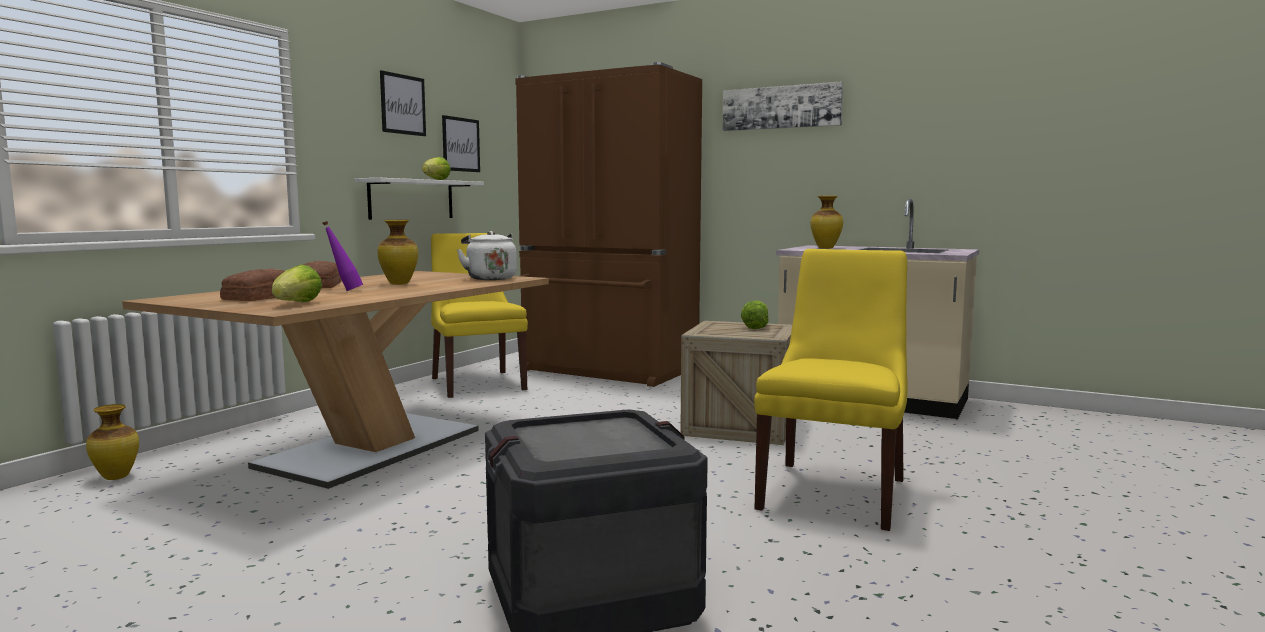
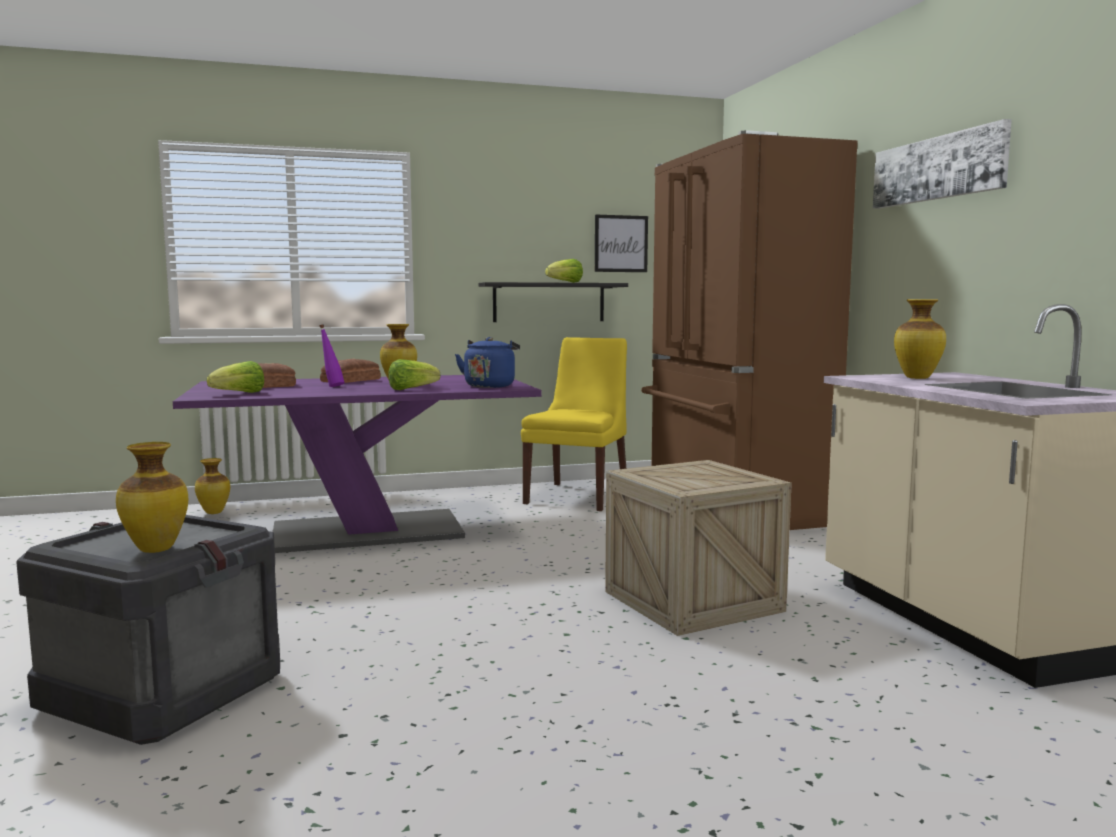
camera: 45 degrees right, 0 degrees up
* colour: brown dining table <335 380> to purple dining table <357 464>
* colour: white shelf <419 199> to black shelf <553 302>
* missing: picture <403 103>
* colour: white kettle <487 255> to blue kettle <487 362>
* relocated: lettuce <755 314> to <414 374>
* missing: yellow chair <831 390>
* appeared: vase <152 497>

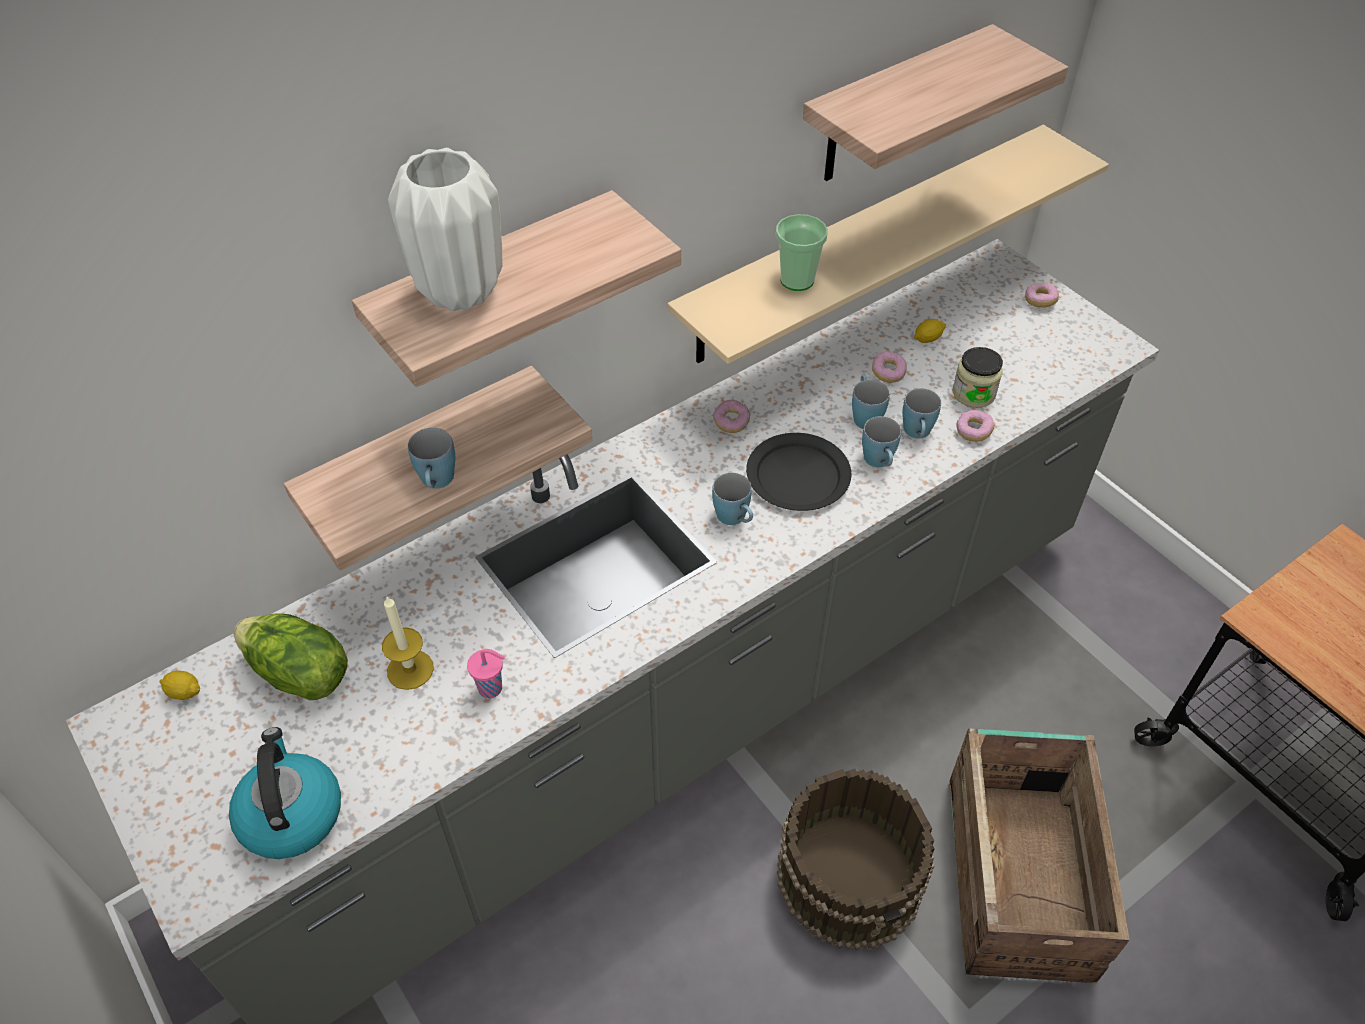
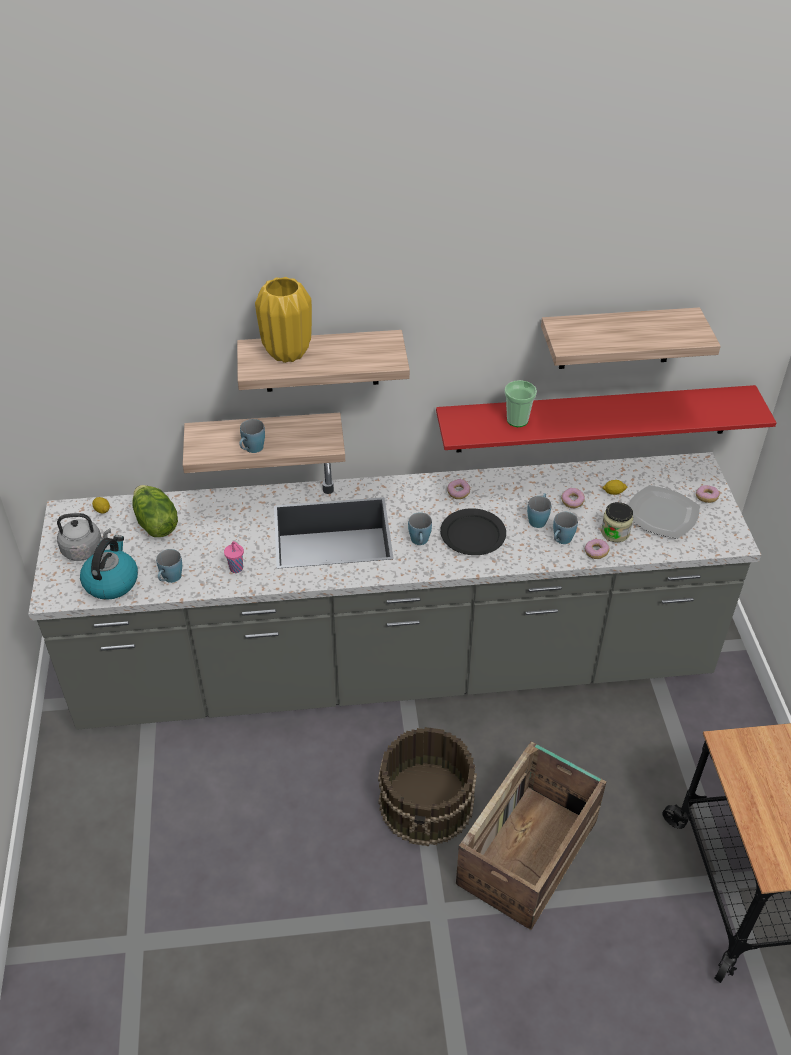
camera: 30 degrees right, 5 degrees down
* missing: candle <408 643>
* colour: white vase <445 229> to yellow vase <283 320>
* colour: beige shelf <888 244> to red shelf <606 419>
* relocated: blue mug <881 441> to <169 566>
* appeared: grey kettle <84 537>
* appeared: plate <664 512>

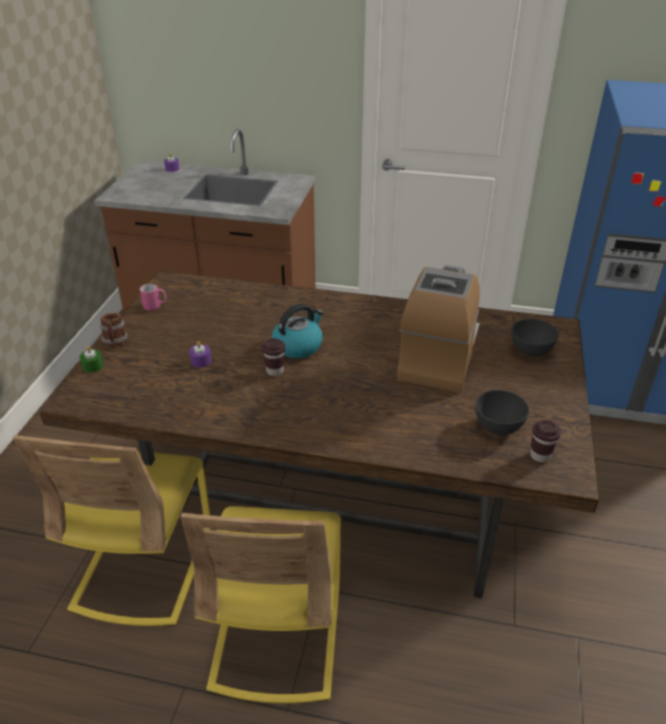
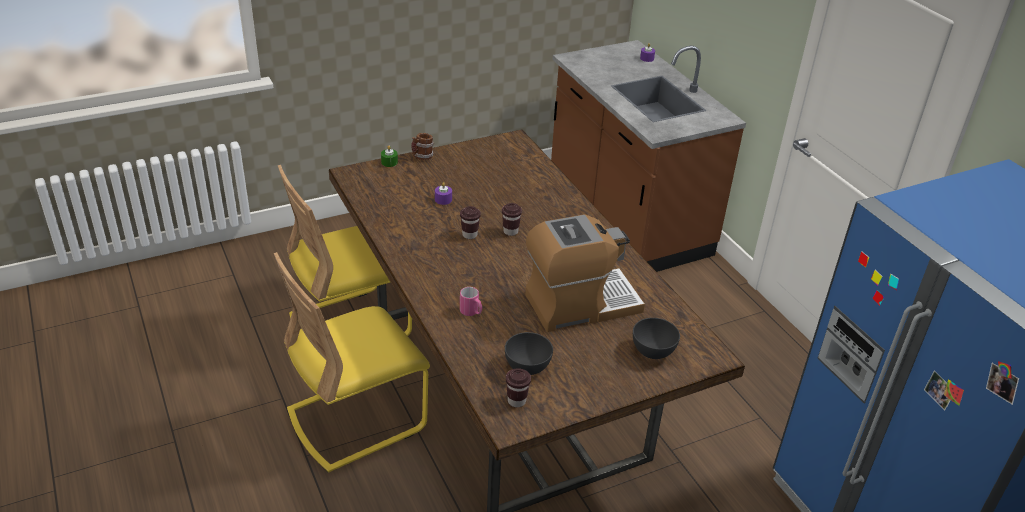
camera: 50 degrees right, 0 degrees up
* relocated: pink mug <153 297> to <471 301>
* exchanged: kettle <298 331> to brown cup <512 219>

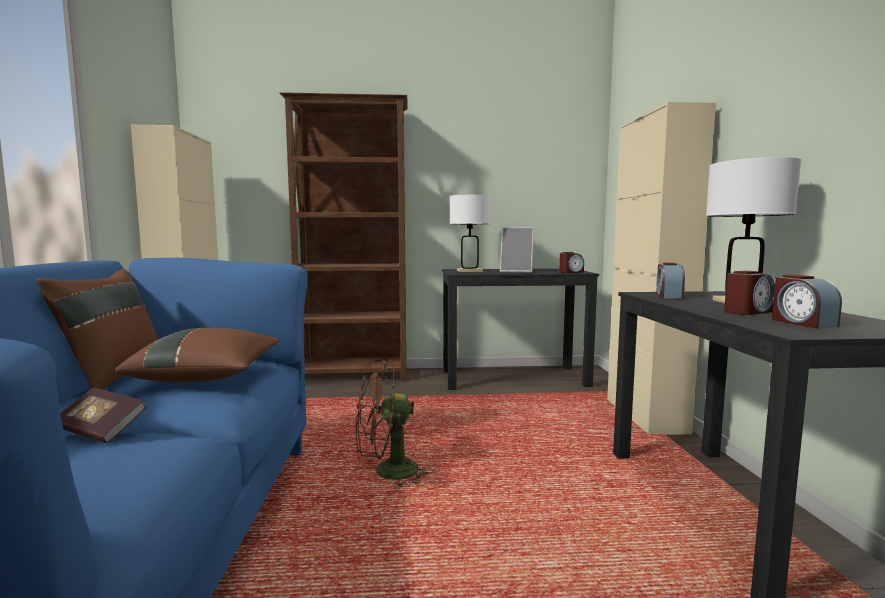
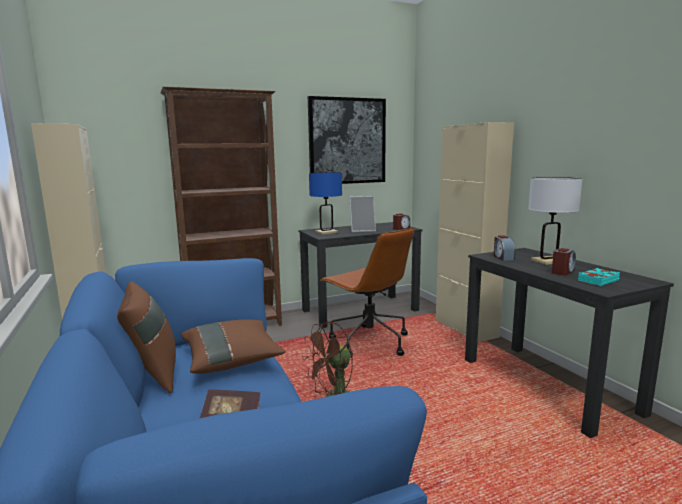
camera: 20 degrees left, 5 degrees up
* colour: white table lamp <470 233> to blue table lamp <325 203>
* exchanged: alarm clock <807 302> to turquoise book <599 277>
* appeared: picture <347 140>
* appeared: brown office chair <367 292>

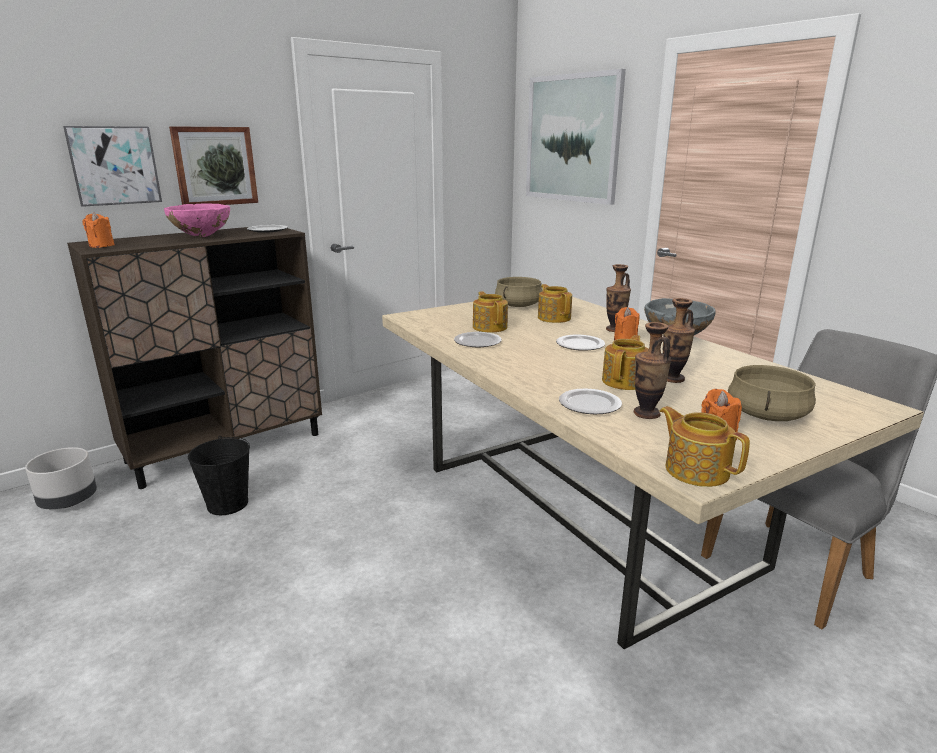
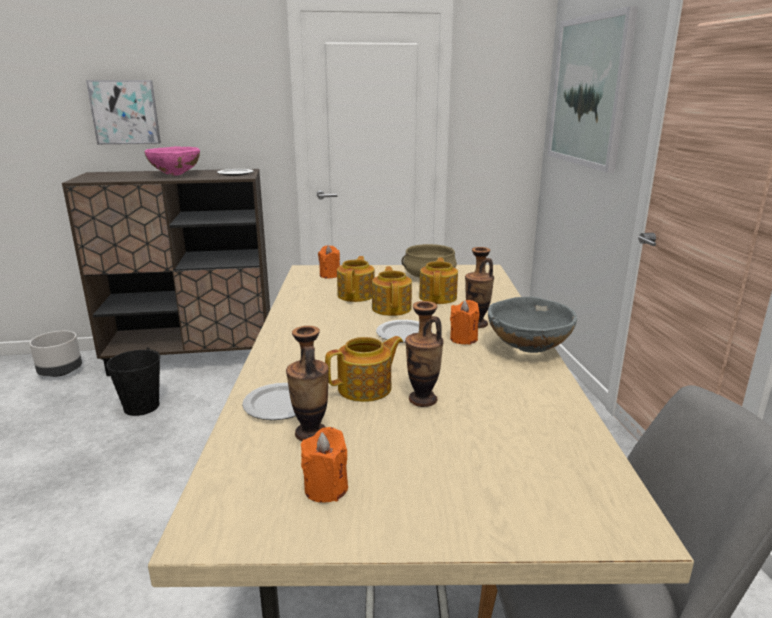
camera: 30 degrees right, 0 degrees up
* relocated: orange candle <98 230> to <329 262>
* missing: picture <213 165>
* missing: plate <478 339>
* relocated: teapot <705 446> to <392 291>
* missing: beige cooking pot <772 393>

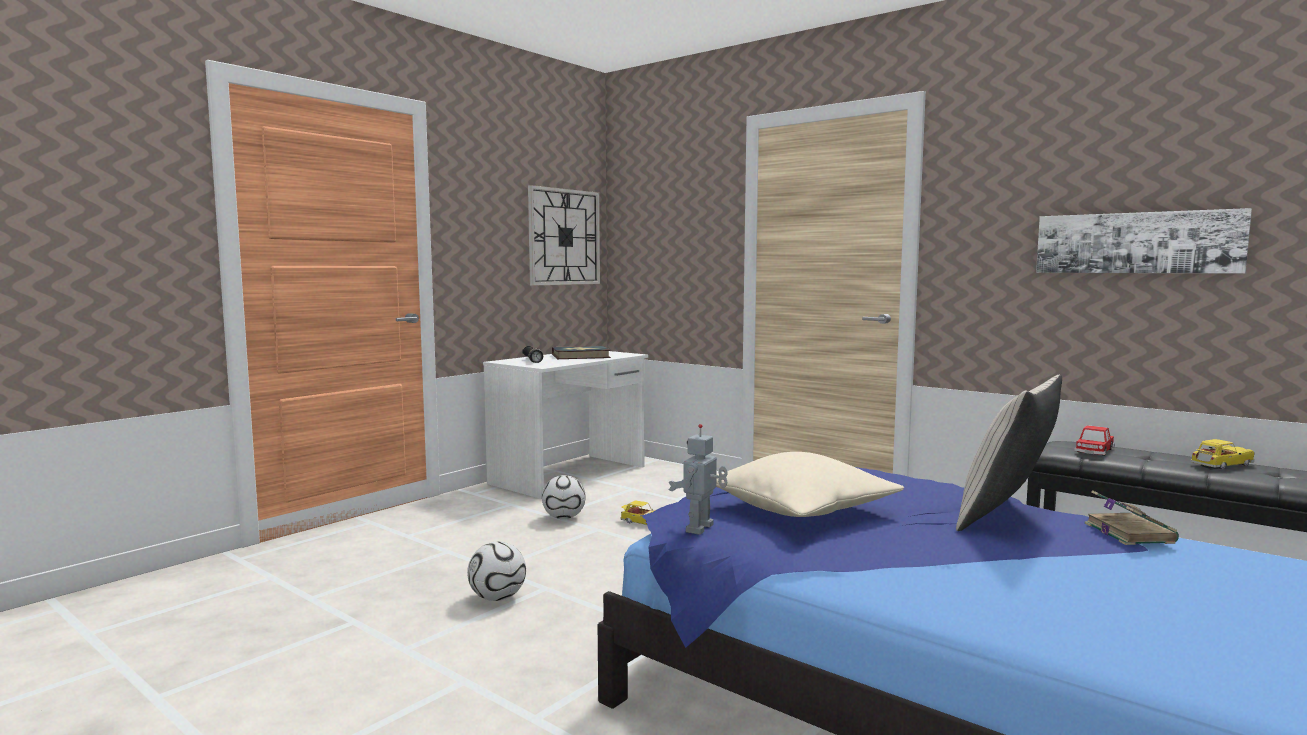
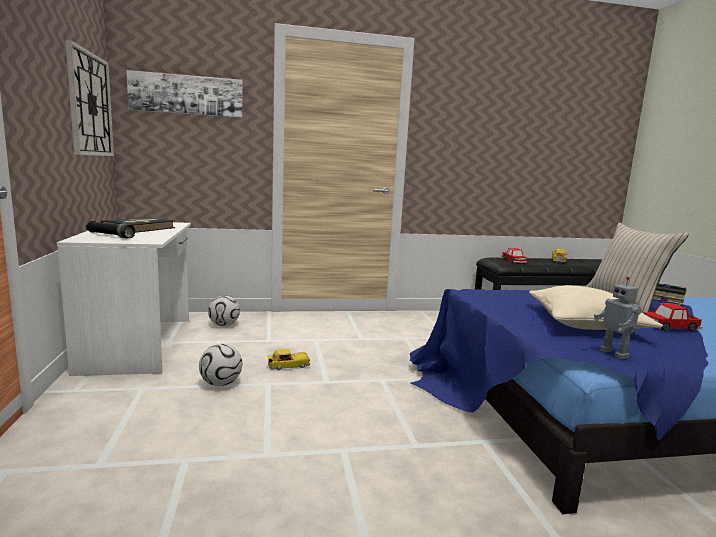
camera: 50 degrees left, 5 degrees up
* relocated: football <496 571> to <224 310>
* relocated: picture <1144 241> to <184 94>
* appeared: toy car <672 317>

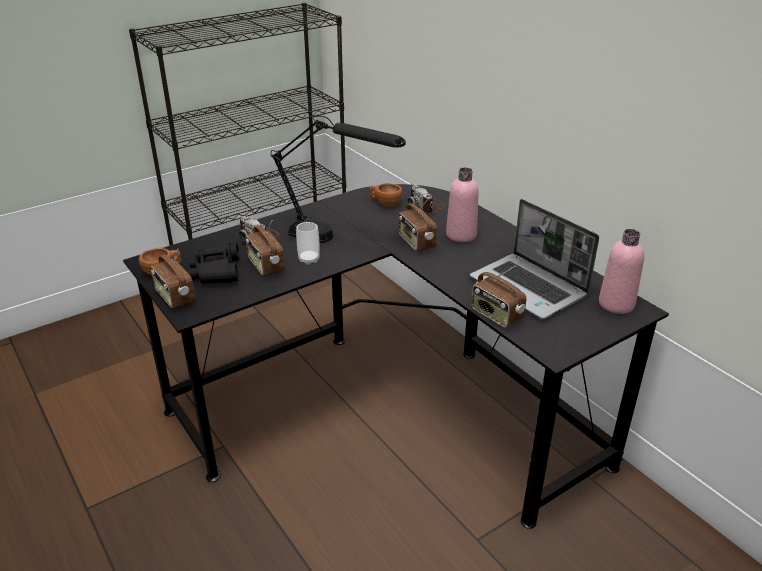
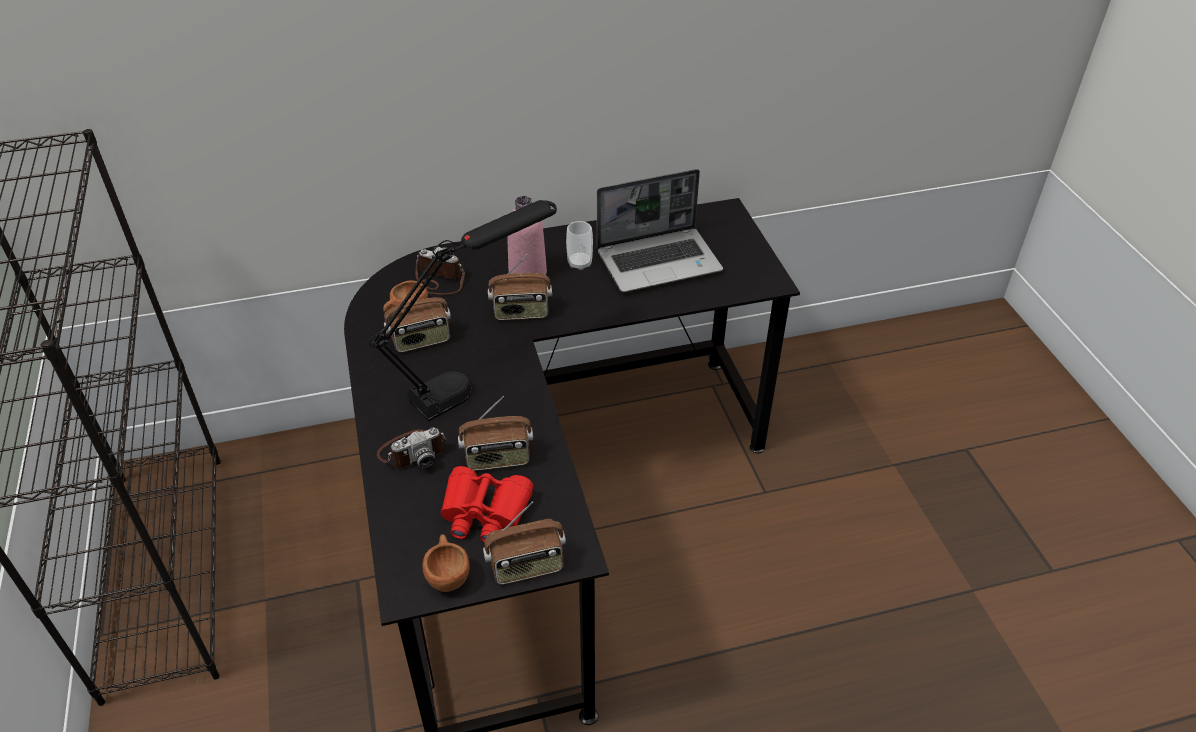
camera: 70 degrees left, 10 degrees up
* colour: black binoculars <213 263> to red binoculars <486 504>
* relocated: cup <308 243> to <579 245>
* spun: photo camera <426 199> = <440 270> 150 degrees counterclockwise
* relocated: radio <498 297> to <417 325>
* missing: pink bottle <621 271>

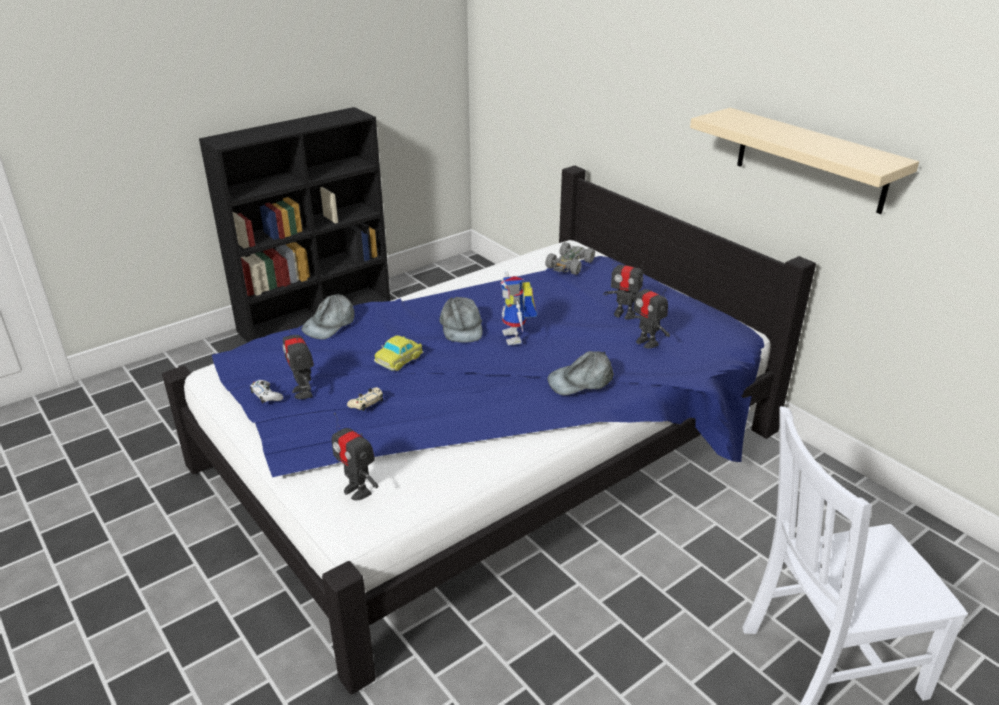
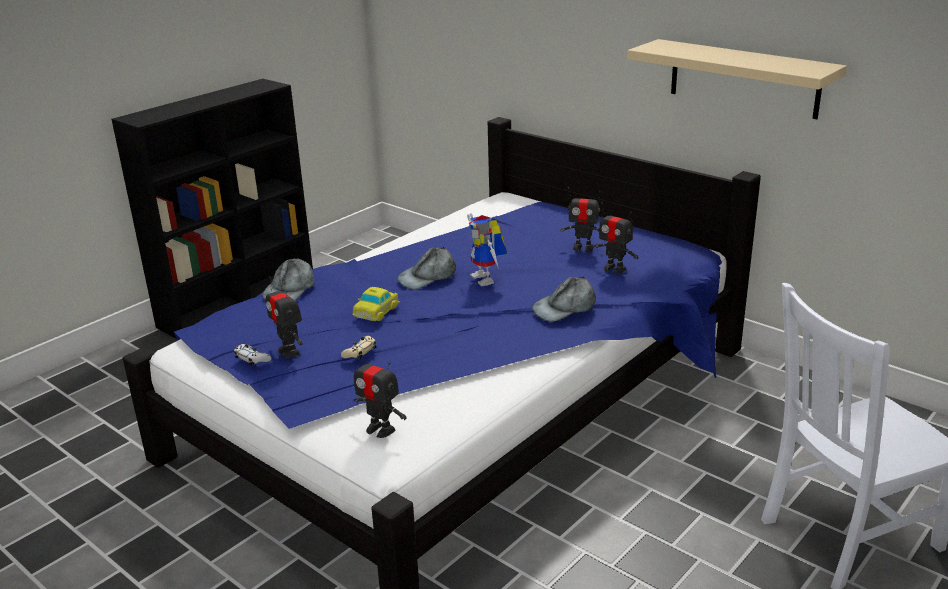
camera: 10 degrees left, 5 degrees down
* spun: grey cap <461 319> = <426 268> 75 degrees clockwise
* missing: grey toy car <570 258>

